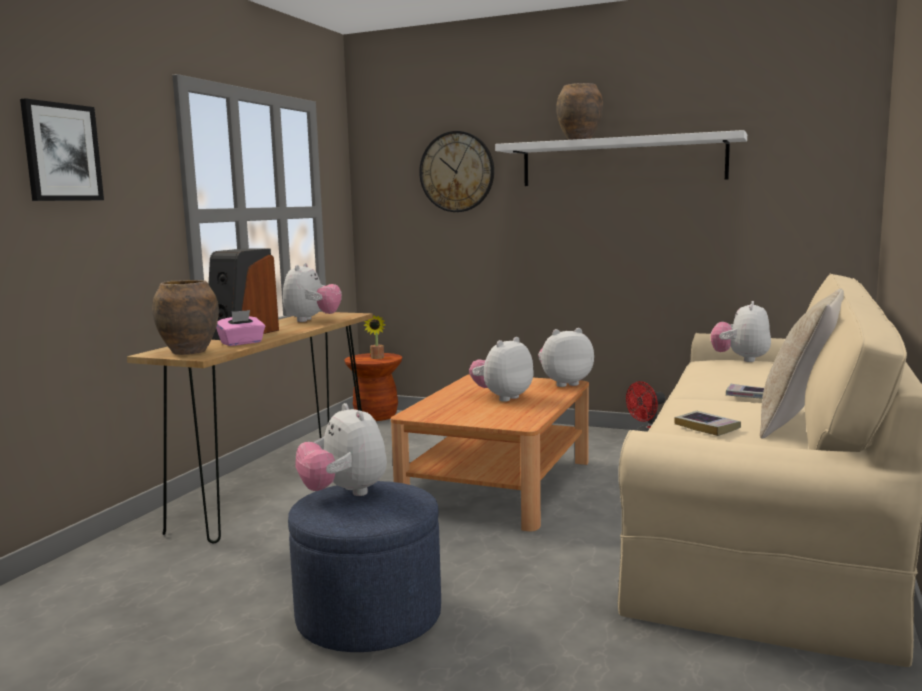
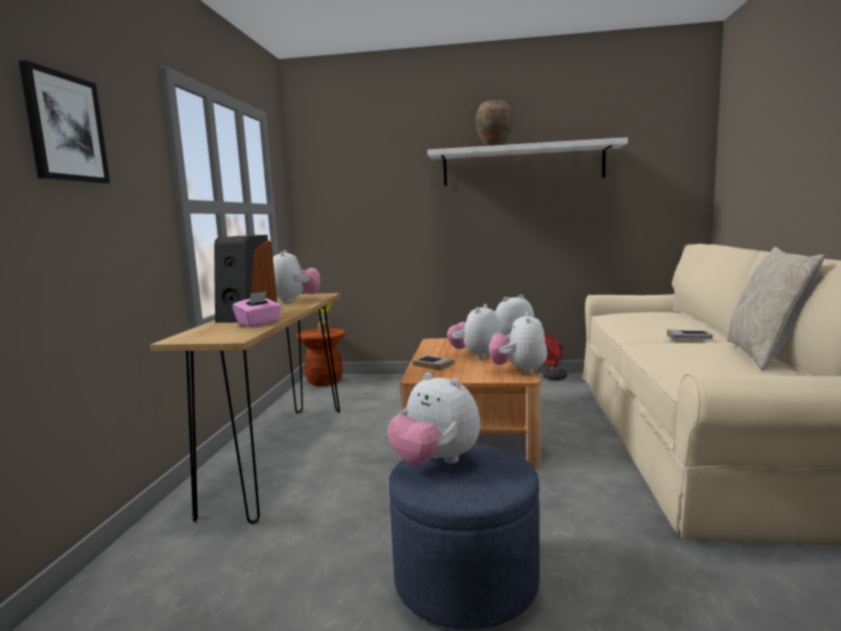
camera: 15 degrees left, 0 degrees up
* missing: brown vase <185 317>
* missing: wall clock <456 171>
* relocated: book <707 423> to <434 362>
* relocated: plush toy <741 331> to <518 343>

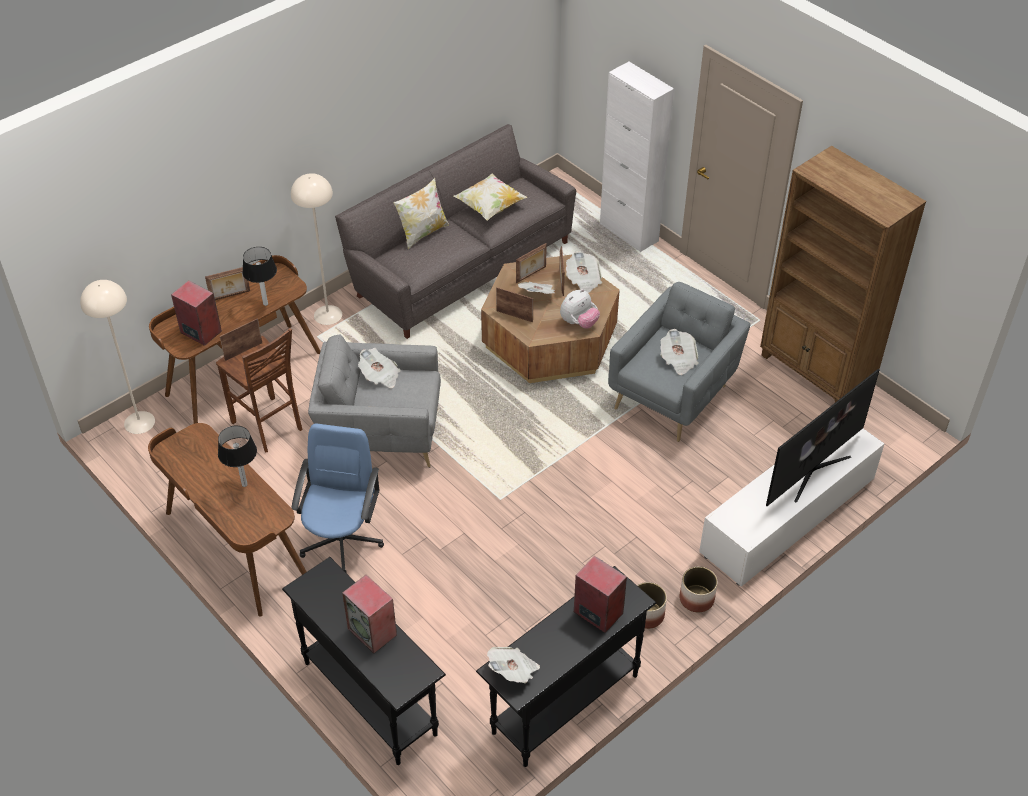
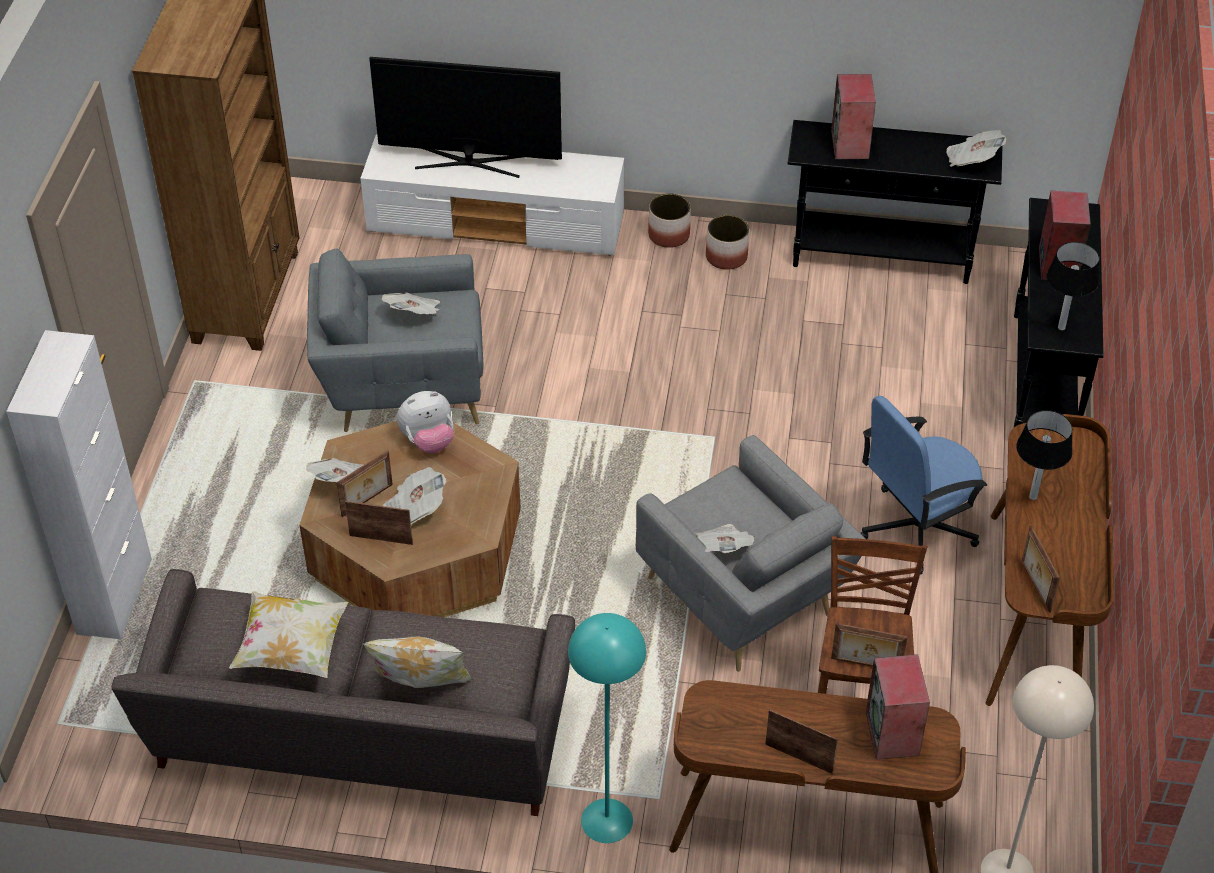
camera: 130 degrees left, 0 degrees up
* relocated: table lamp <259 276> to <1072 286>
* colour: beige floor lamp <316 249> to turquoise floor lamp <607 728>
* relocated: picture frame <514 304> to <1041 569>
* spun: plush toy <580 309> = <425 422> 150 degrees clockwise

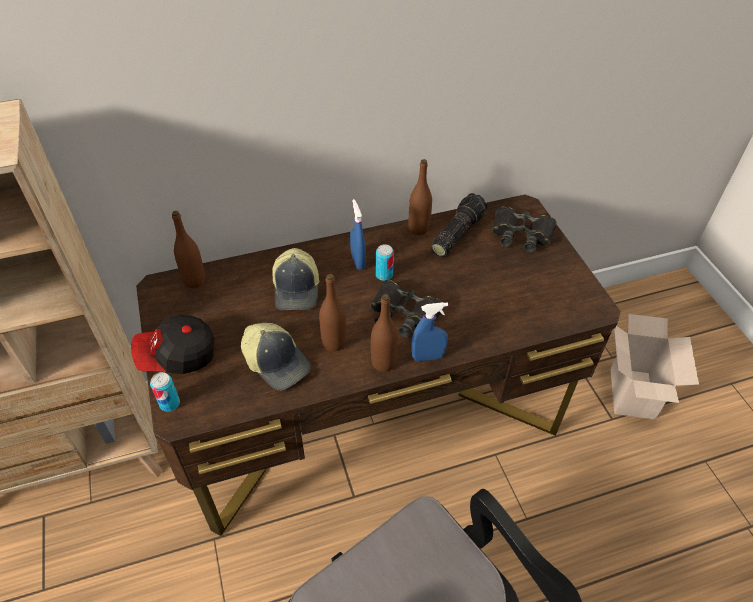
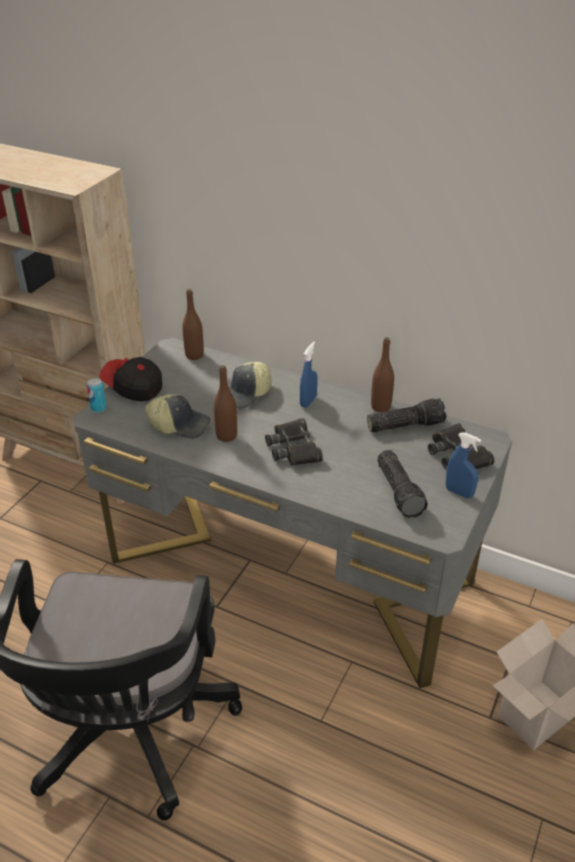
camera: 45 degrees right, 10 degrees down
* colour: brown desk <378 365> to grey desk <292 513>
* spun: cap <276 357> = <178 416> 75 degrees counterclockwise
* missing: brown bottle <384 333>
* missing: can <385 262>
* relocated: blue spray bottle <429 331> to <463 465>
* appeared: flashlight <402 484>

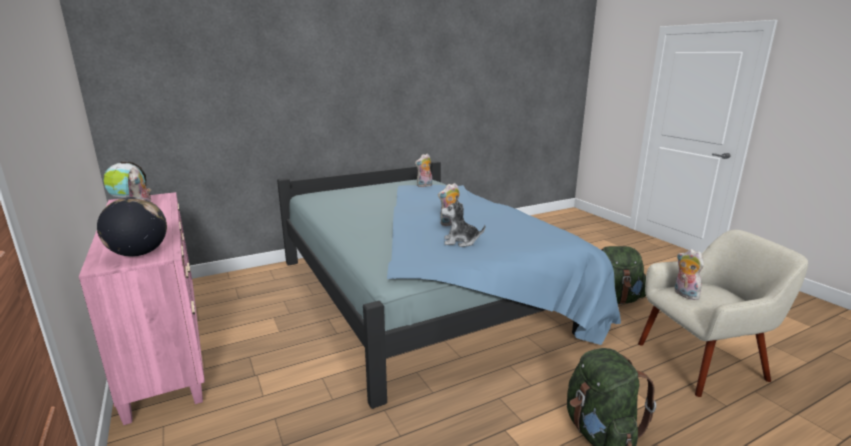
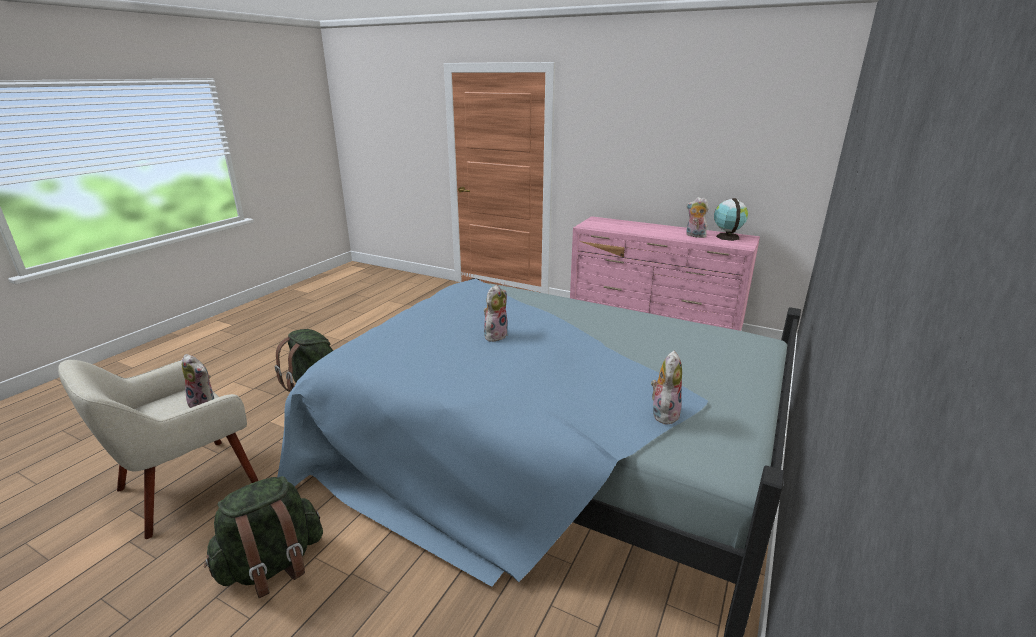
camera: 145 degrees right, 5 degrees up
* missing: globe <132 227>
* missing: plush toy <463 223>

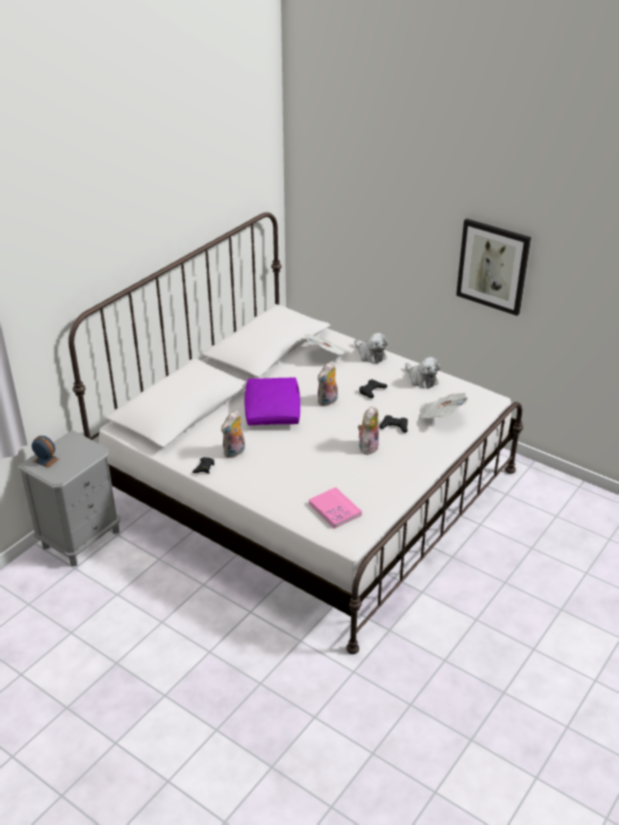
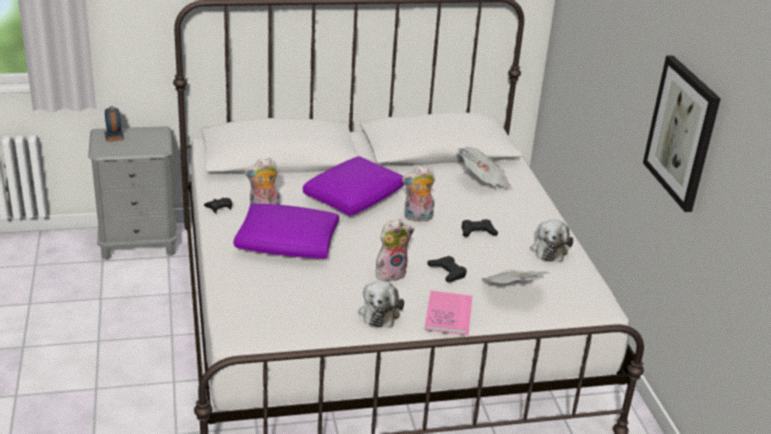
camera: 40 degrees right, 5 degrees down
* relocated: pink book <335 508> to <448 313>
* relocated: plush toy <371 348> to <381 304>
* appeared: purple pillow <286 231>

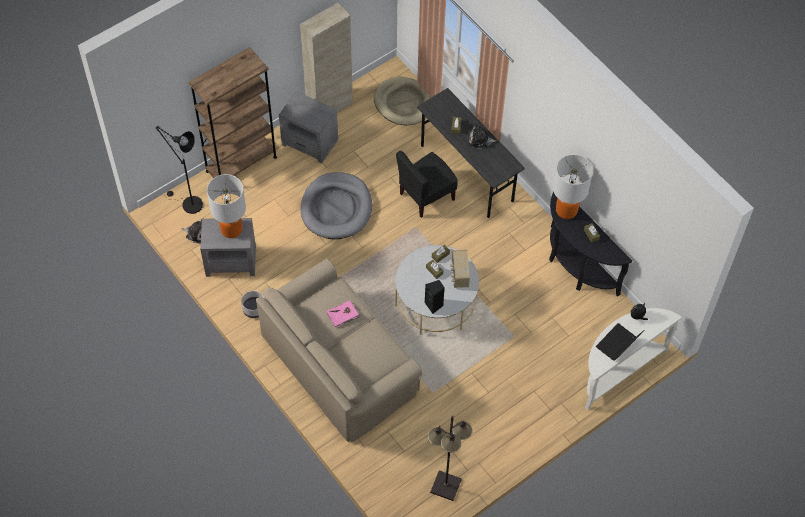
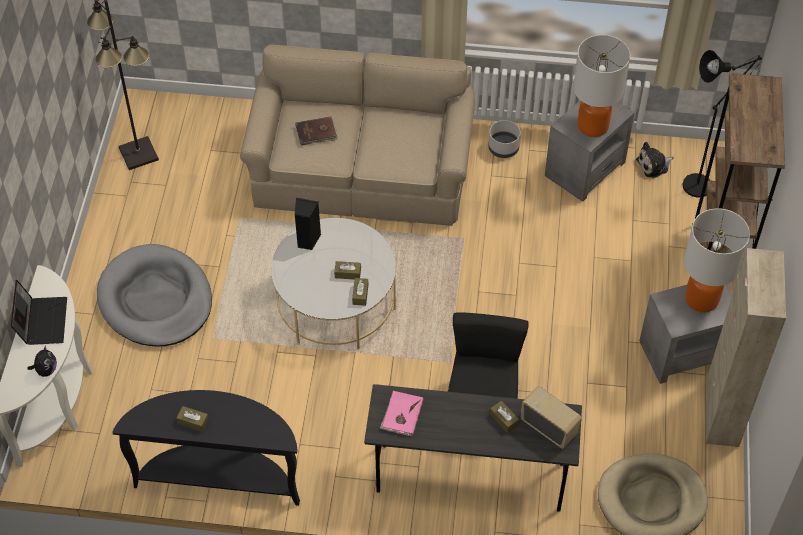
camera: 135 degrees right, 5 degrees down
* relocated: grey dog bed <336 205> to <154 295>
* relocated: pink book <343 314> to <401 413>
* relocated: radio <460 269> to <551 417>
* missing: plush toy <483 135>
* relocated: table lamp <573 186> to <717 260>
* appeared: brown book <316 131>

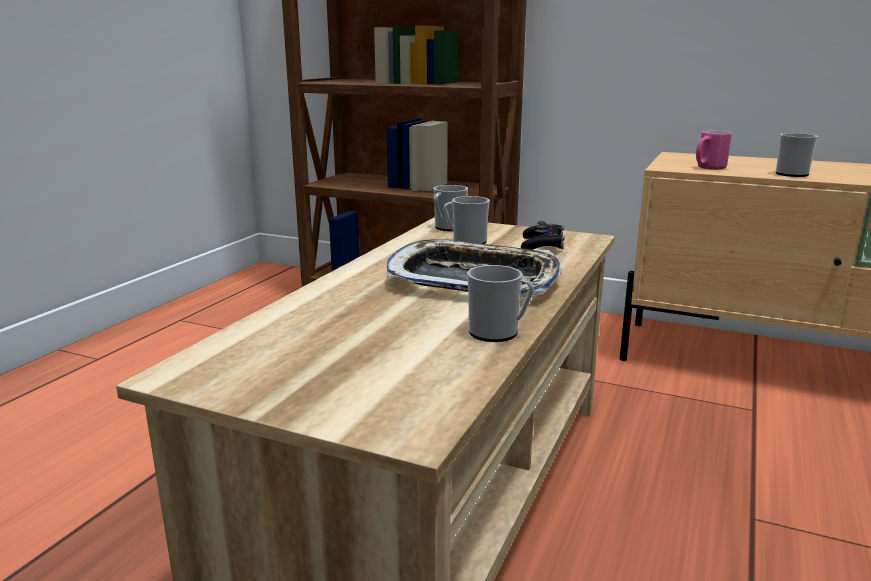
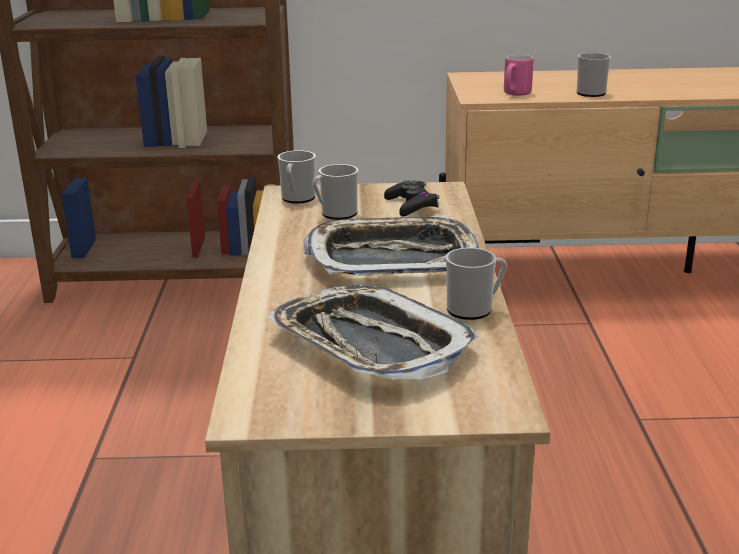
camera: 25 degrees left, 5 degrees up
* appeared: tray <373 332>

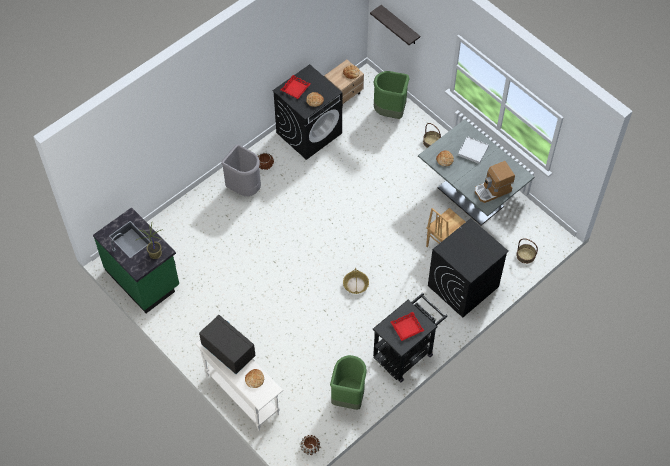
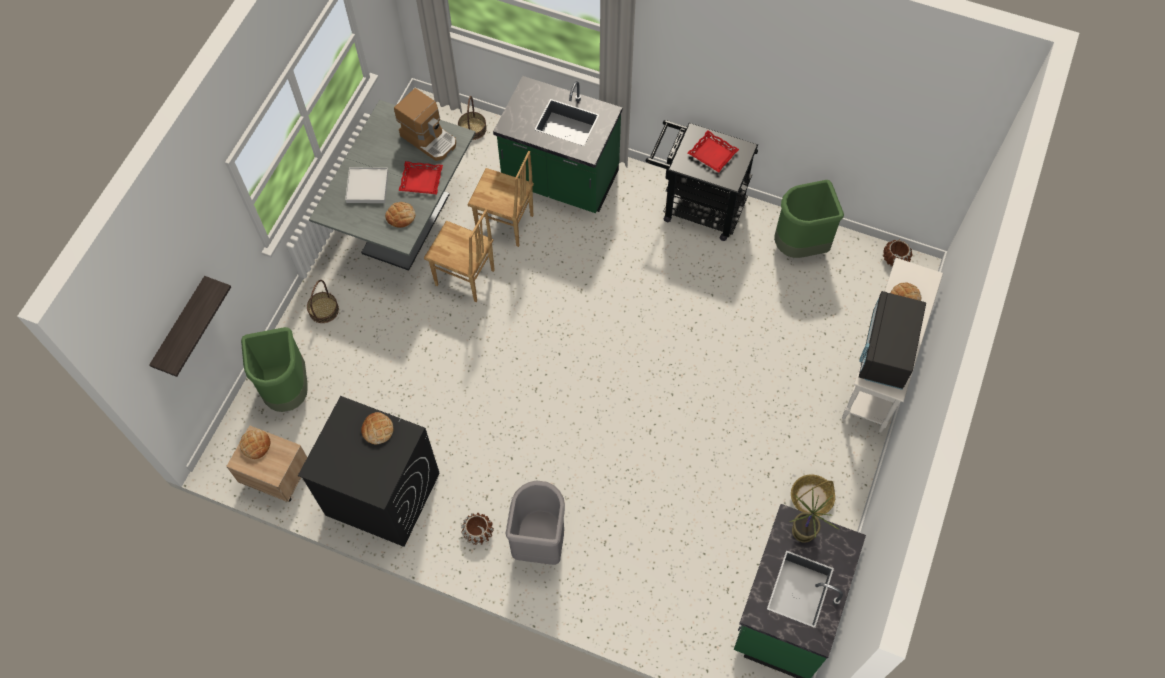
camera: 115 degrees left, 5 degrees up
* relocated: red tray <295 87> to <421 178>
* relocated: basket <356 281> to <813 495>
* exchanged: black washing machine <468 268> to green counter <557 144>
* appeared: brown chair <459 255>

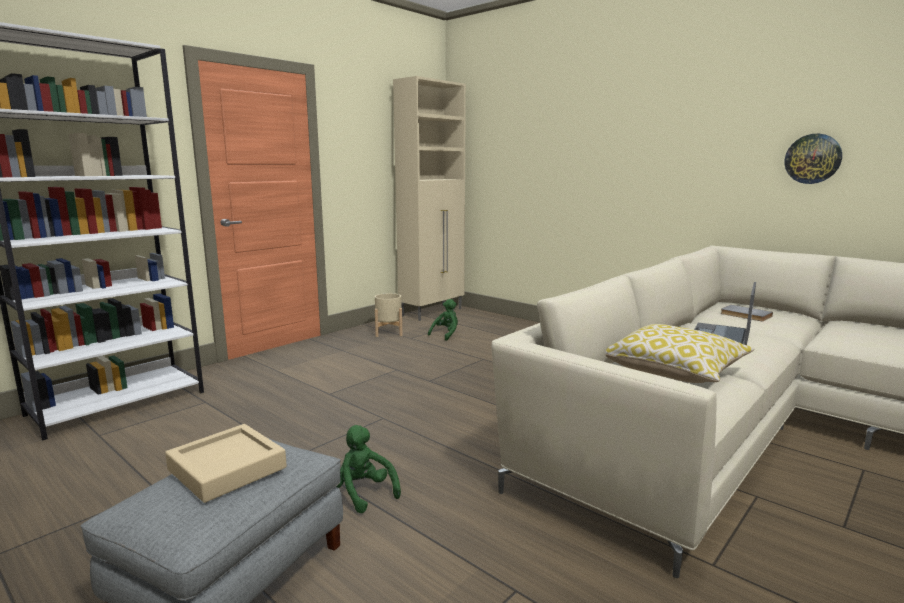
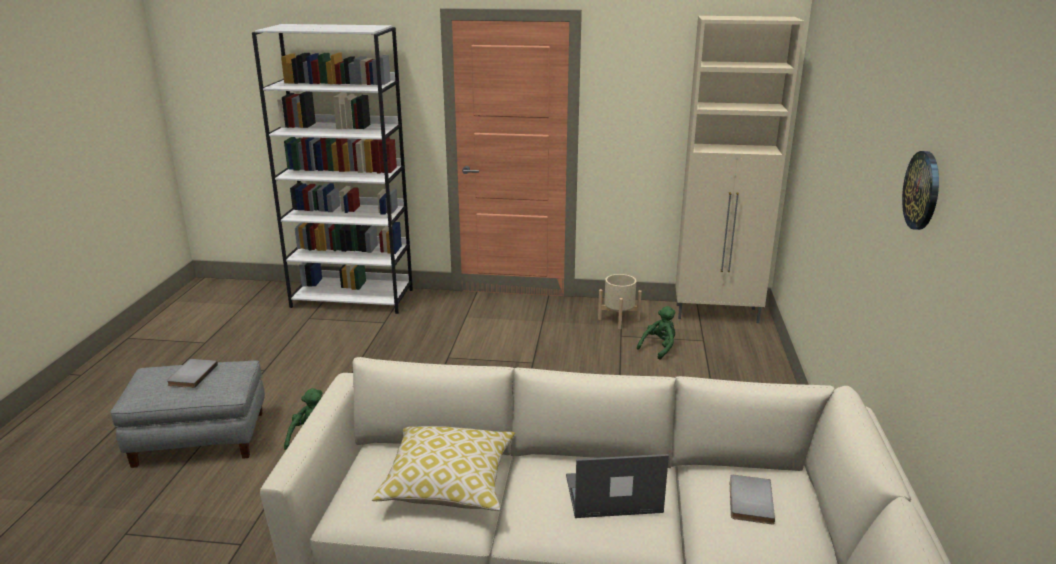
camera: 55 degrees right, 10 degrees up
* exchanged: beige tray <226 463> to grey book <192 373>
* spun: green plush toy <443 320> = <656 333> 45 degrees counterclockwise
* relocated: wall clock <813 159> to <920 190>

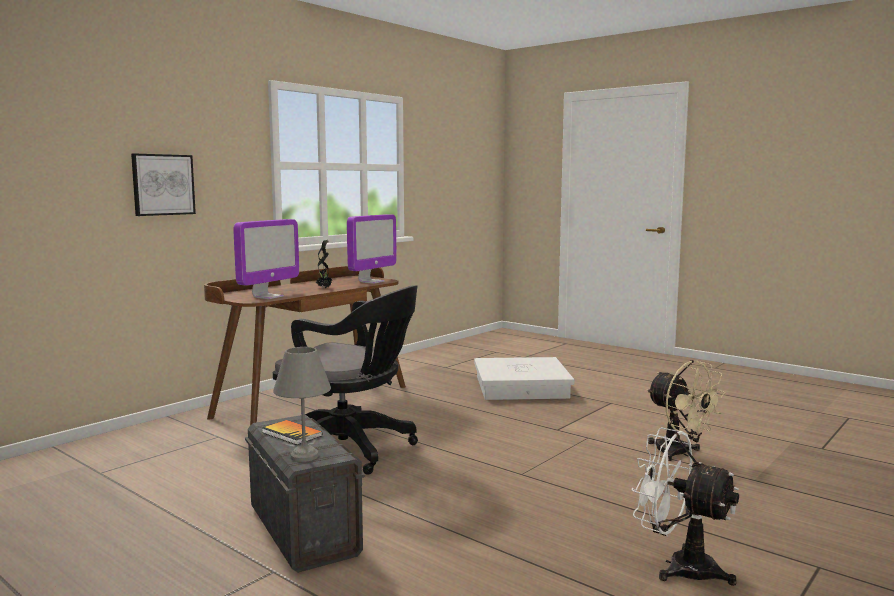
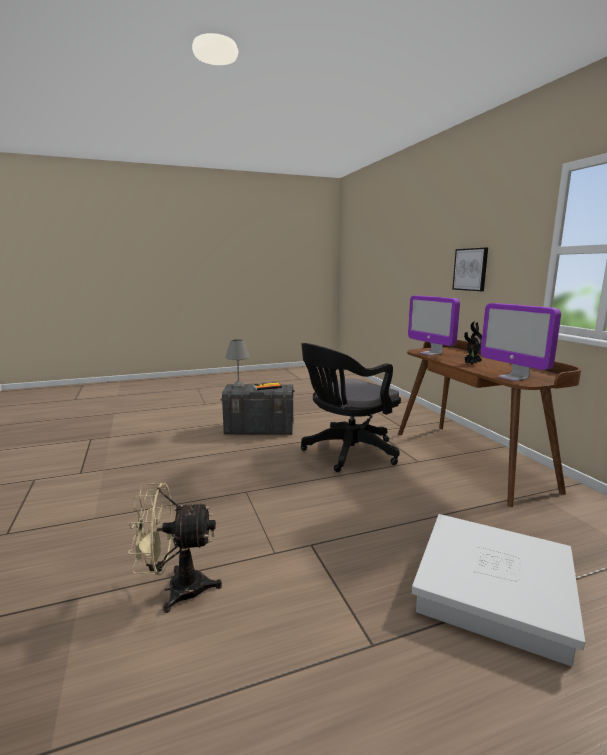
camera: 120 degrees right, 5 degrees up
* missing: white fan <685 506>

